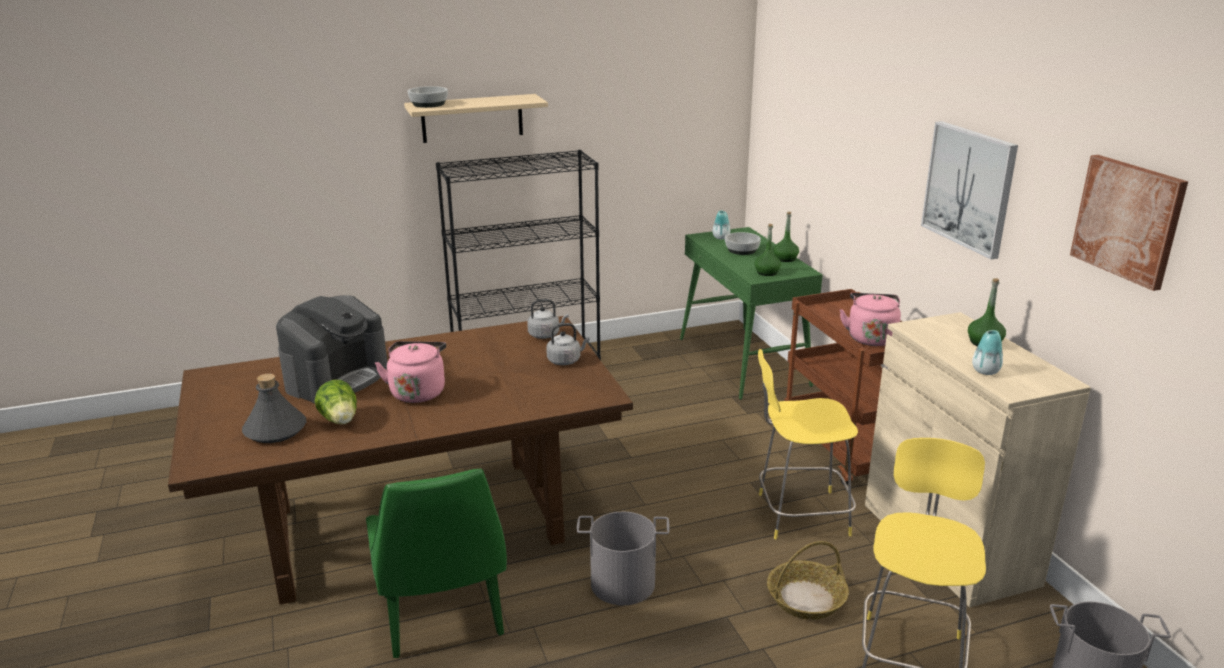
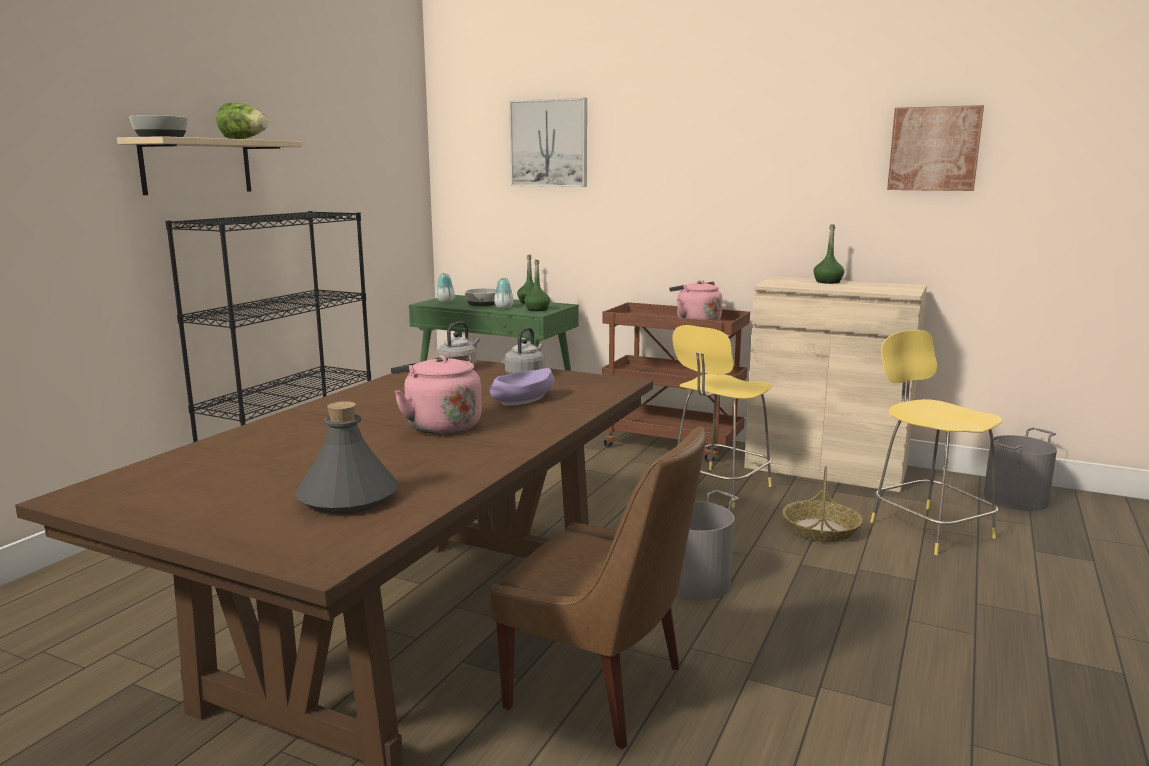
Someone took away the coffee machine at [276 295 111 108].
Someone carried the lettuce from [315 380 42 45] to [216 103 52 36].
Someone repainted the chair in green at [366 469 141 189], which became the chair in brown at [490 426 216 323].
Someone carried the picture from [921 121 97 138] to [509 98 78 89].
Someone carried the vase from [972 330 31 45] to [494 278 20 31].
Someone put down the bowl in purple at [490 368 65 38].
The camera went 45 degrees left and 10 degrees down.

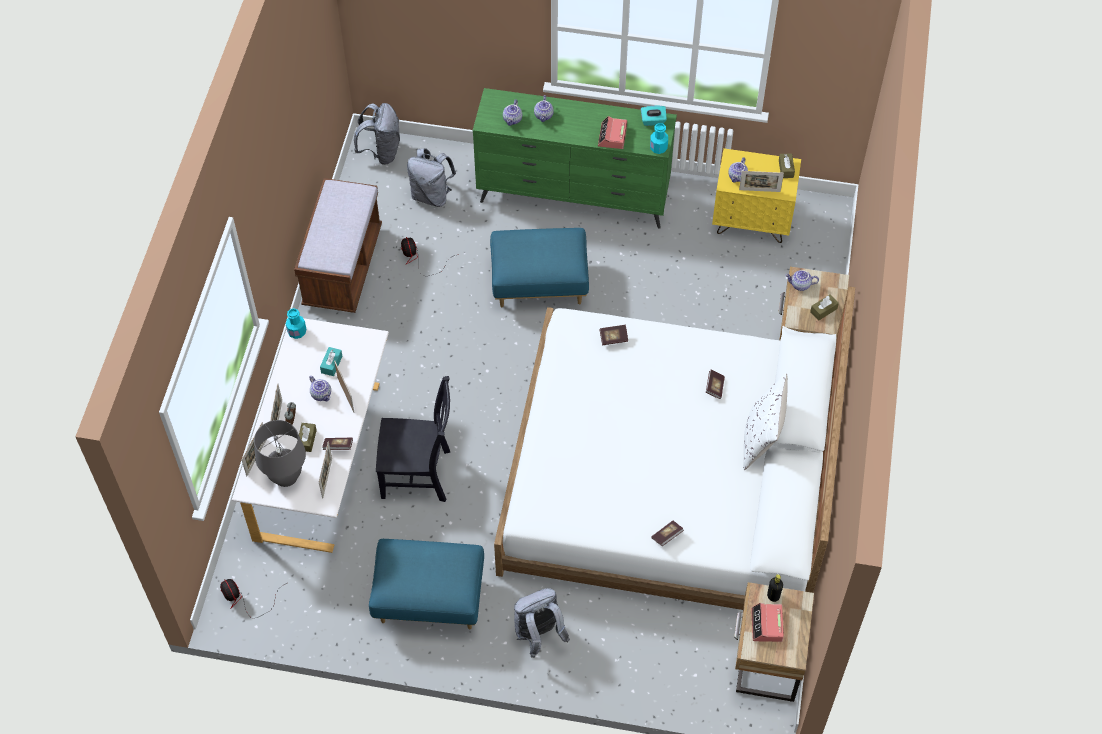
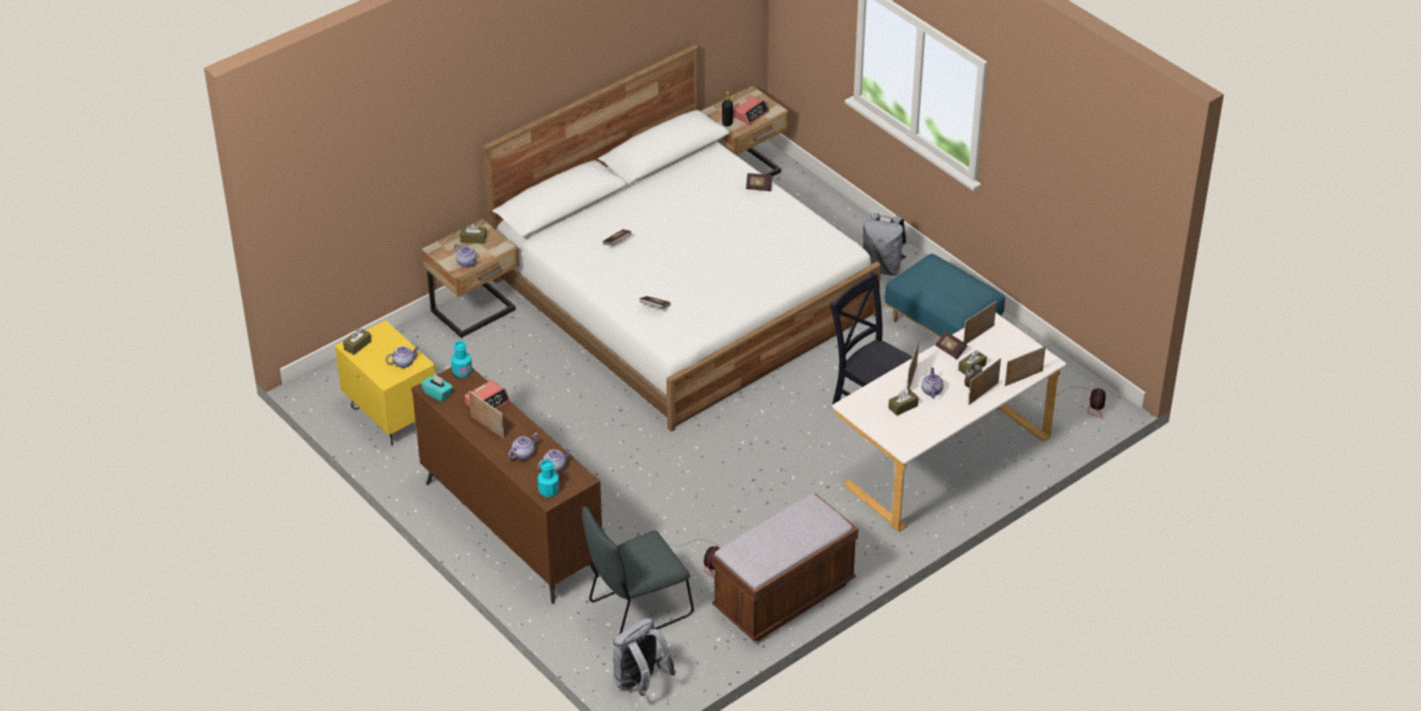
Someone took away the table lamp in grey at [254 420 52 67].
Someone carried the bottle in turquoise from [286 308 20 31] to [537 460 22 37].
Someone repainted the tissue box in turquoise at [320 347 22 29], which became the tissue box in brown at [888 389 31 27].
Someone swapped the backpack in grey at [407 148 49 59] for the chair in grey at [582 507 112 127].
Someone repainted the dresser in green at [473 88 204 141], which became the dresser in brown at [411 367 191 237].
Someone took away the ottoman in blue at [490 228 99 79].
Someone carried the picture frame from [739 171 45 21] to [469 391 35 48].
Someone took away the pillow in white at [743 373 45 97].
The camera went 140 degrees left and 15 degrees down.

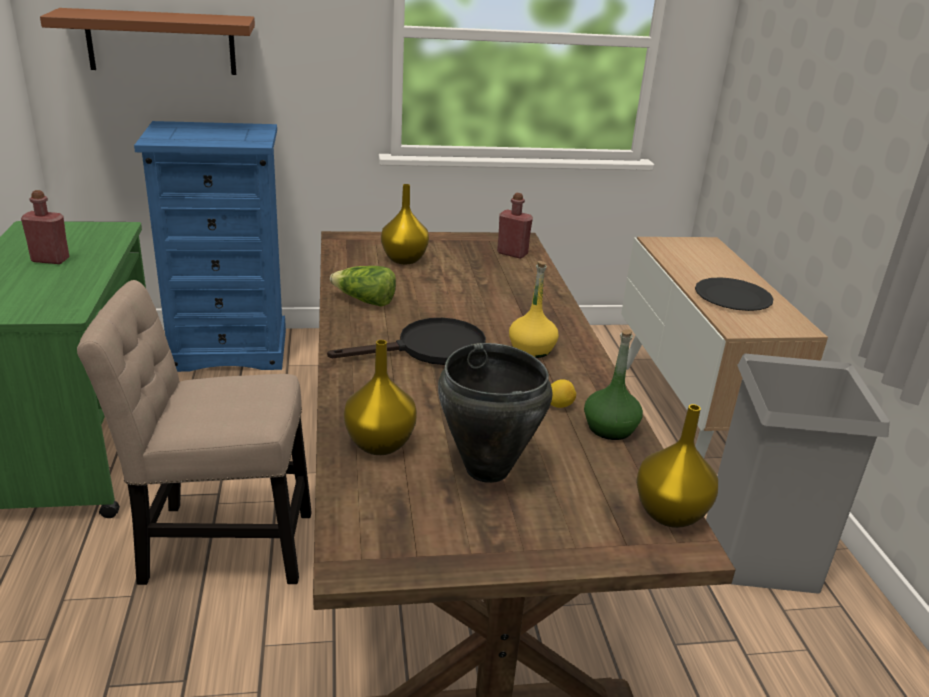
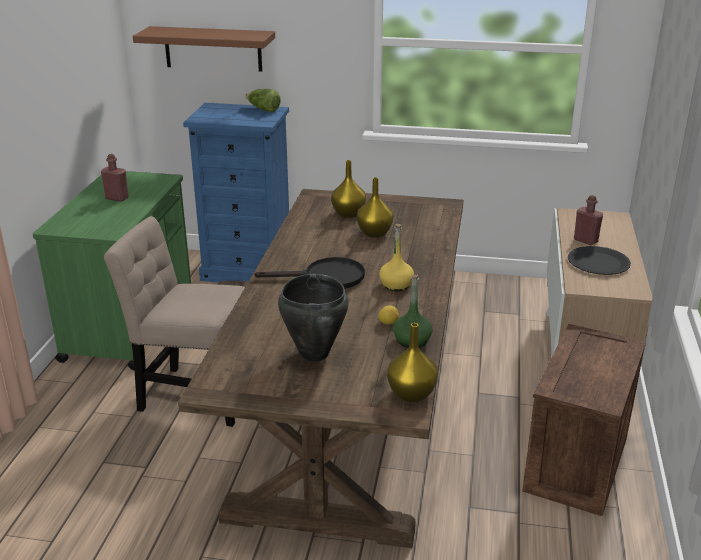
Someone carried the lettuce from [330 266 66 41] to [246 89 35 23].
Someone carried the vase in yellow from [344 340 73 115] to [357 177 36 61].
Someone carried the bottle in red from [497 193 36 66] to [574 195 29 50].
Someone swapped the trash can in grey at [706 354 184 240] for the crate at [522 324 124 192].
The camera went 20 degrees right and 0 degrees up.

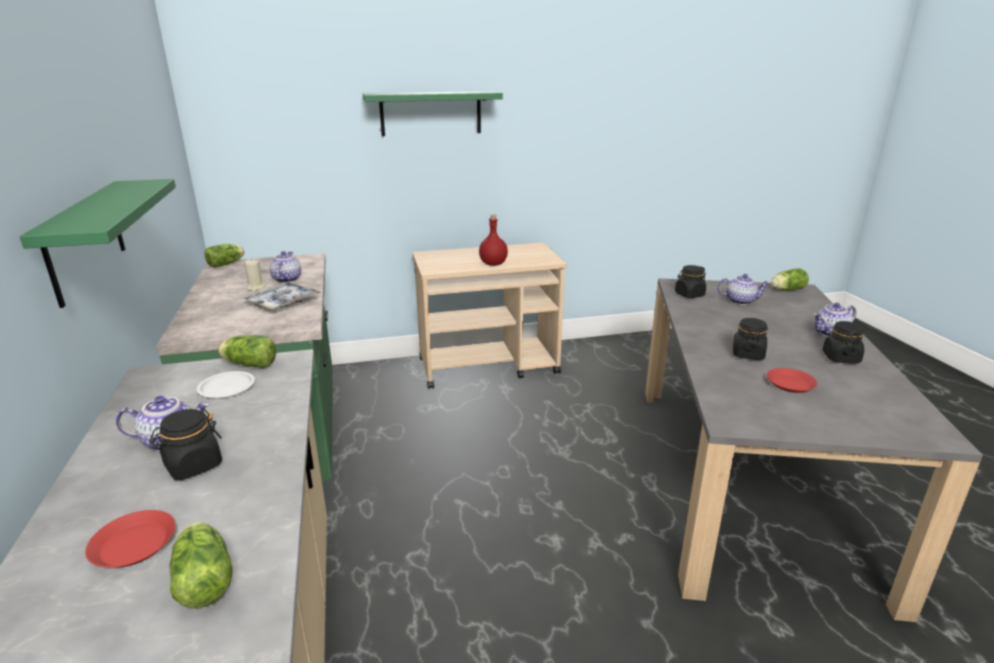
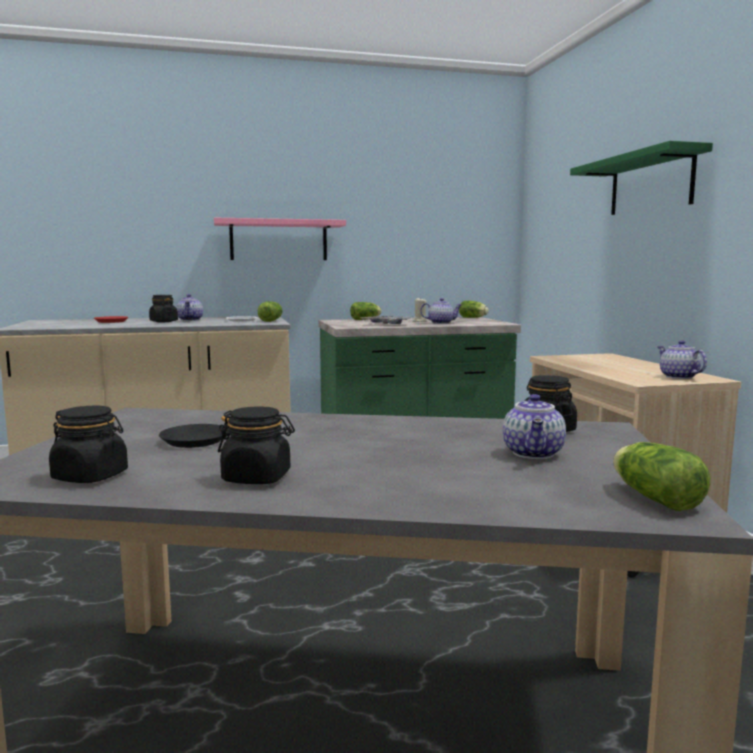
Someone repainted the shelf in green at [20 179 156 129], which became the shelf in pink at [214 218 132 42].
Someone carried the lettuce from [169 522 64 86] to [350 302 32 18].
Someone took away the bottle in red at [479 215 29 51].
Someone carried the jar in black from [733 318 35 42] to [49 406 79 77].
Someone repainted the plate in red at [767 368 50 25], which became the plate in black at [159 424 70 24].
Someone carried the teapot from [813 303 43 34] to [658 340 49 39].
The camera went 90 degrees right and 15 degrees down.

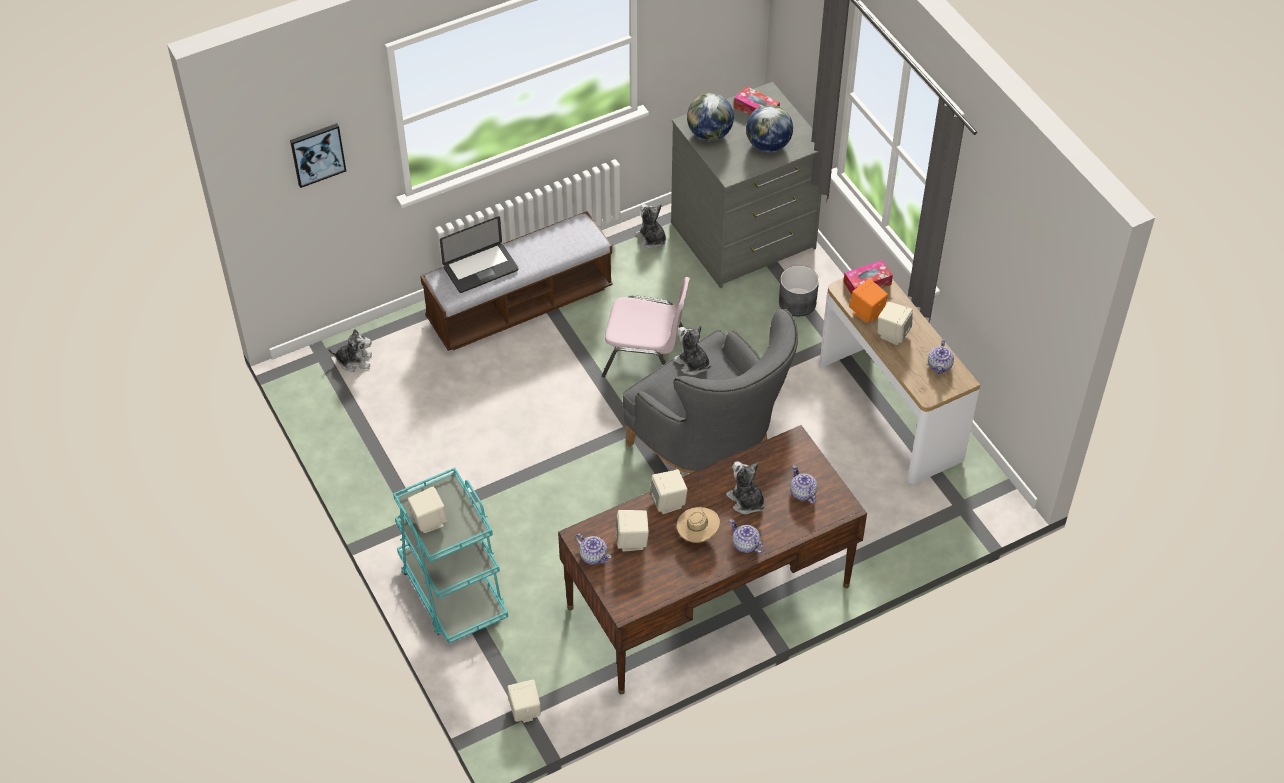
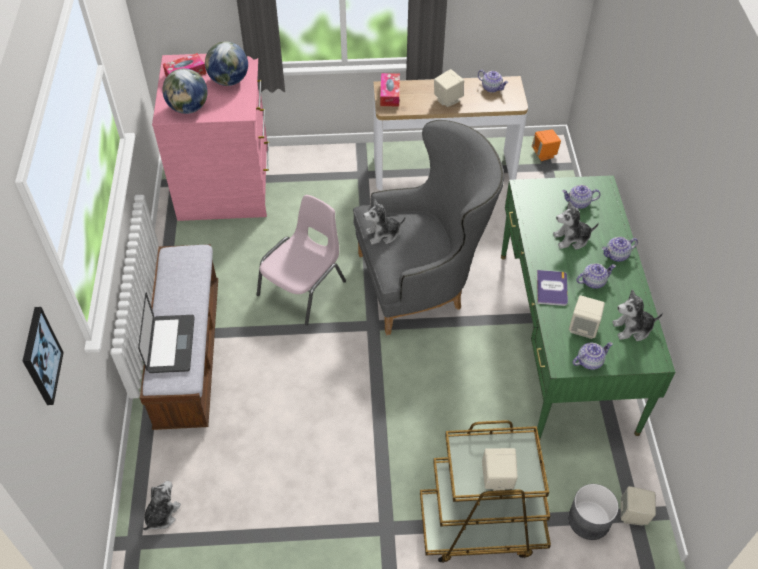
Someone repainted the cart in turquoise at [393 468 115 176], which became the cart in brown at [420 420 131 143].
Someone repainted the desk in brown at [558 425 309 270], which became the desk in green at [501 175 174 265].
Someone carried the plush toy from [635 204 31 45] to [612 290 51 51].
Someone swapped the speaker in beige at [650 470 38 44] for the book at [537 270 31 36].
Someone repainted the dresser in grey at [671 82 150 206], which became the dresser in pink at [152 54 117 167].
Someone swapped the hat in beige at [676 507 44 36] for the teapot at [576 263 40 26].
Someone carried the planter in grey from [779 265 40 51] to [568 484 51 56].
Someone carried the speaker in orange from [849 279 39 44] to [532 129 29 32].
The camera went 65 degrees left and 0 degrees up.

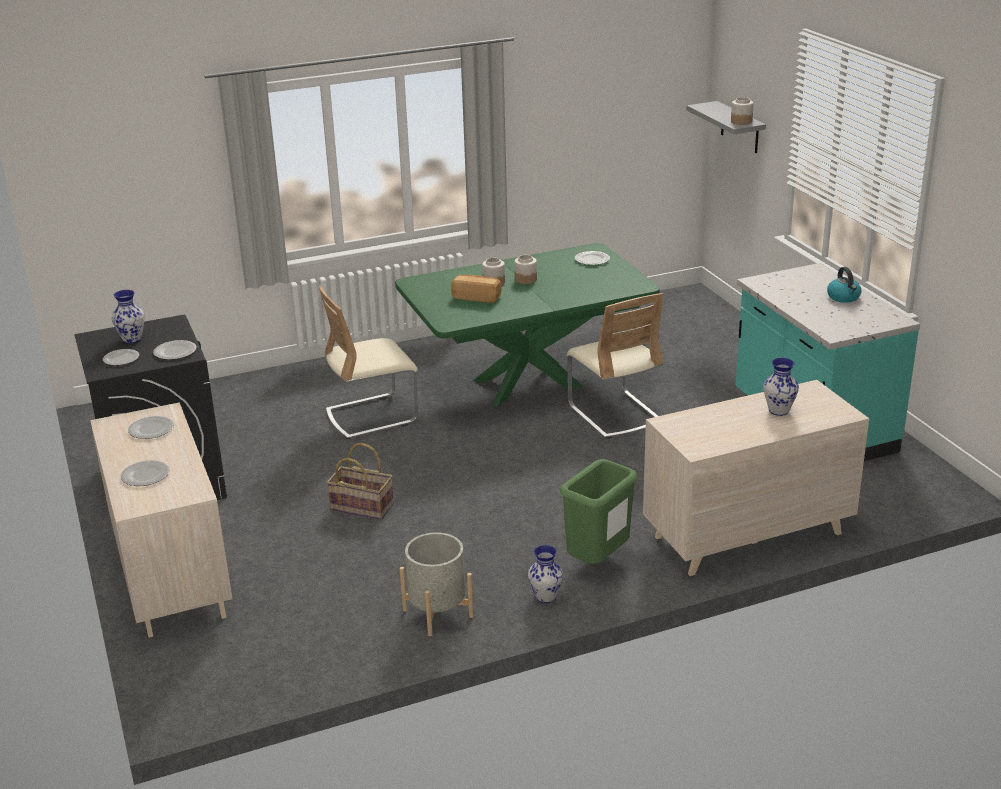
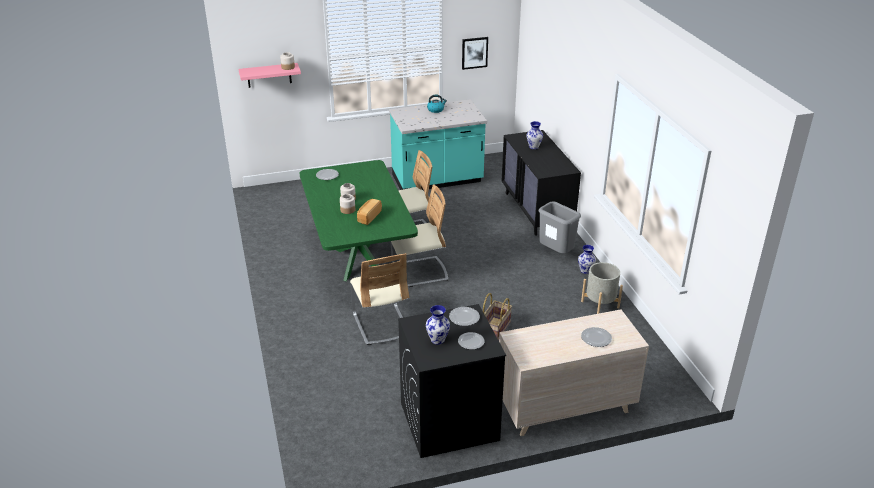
Someone took away the plate at [128 416 46 23].
Someone repainted the trash can in green at [560 459 78 105], which became the trash can in grey at [539 201 42 53].
Someone repainted the dresser in beige at [643 380 226 196], which became the dresser in black at [501 130 80 106].
Someone repainted the shelf in grey at [686 101 80 52], which became the shelf in pink at [238 63 63 25].
Someone put down the chair in beige at [390 184 58 103].
Someone put up the picture at [462 37 26 33].
The camera went 85 degrees left and 5 degrees up.

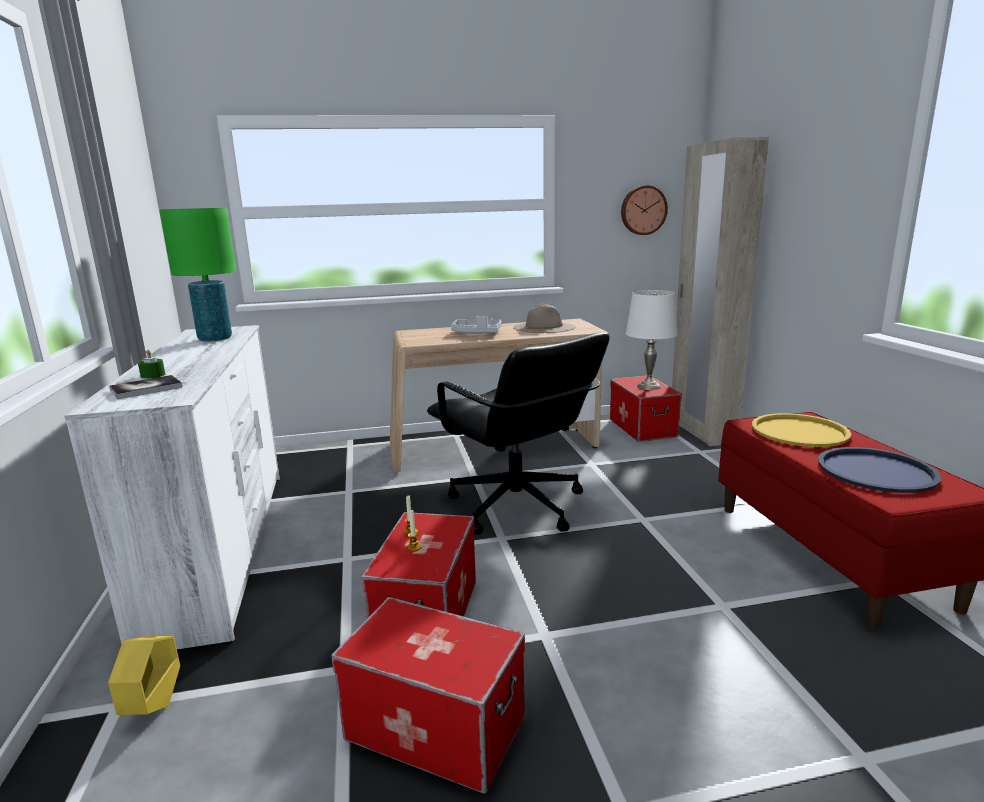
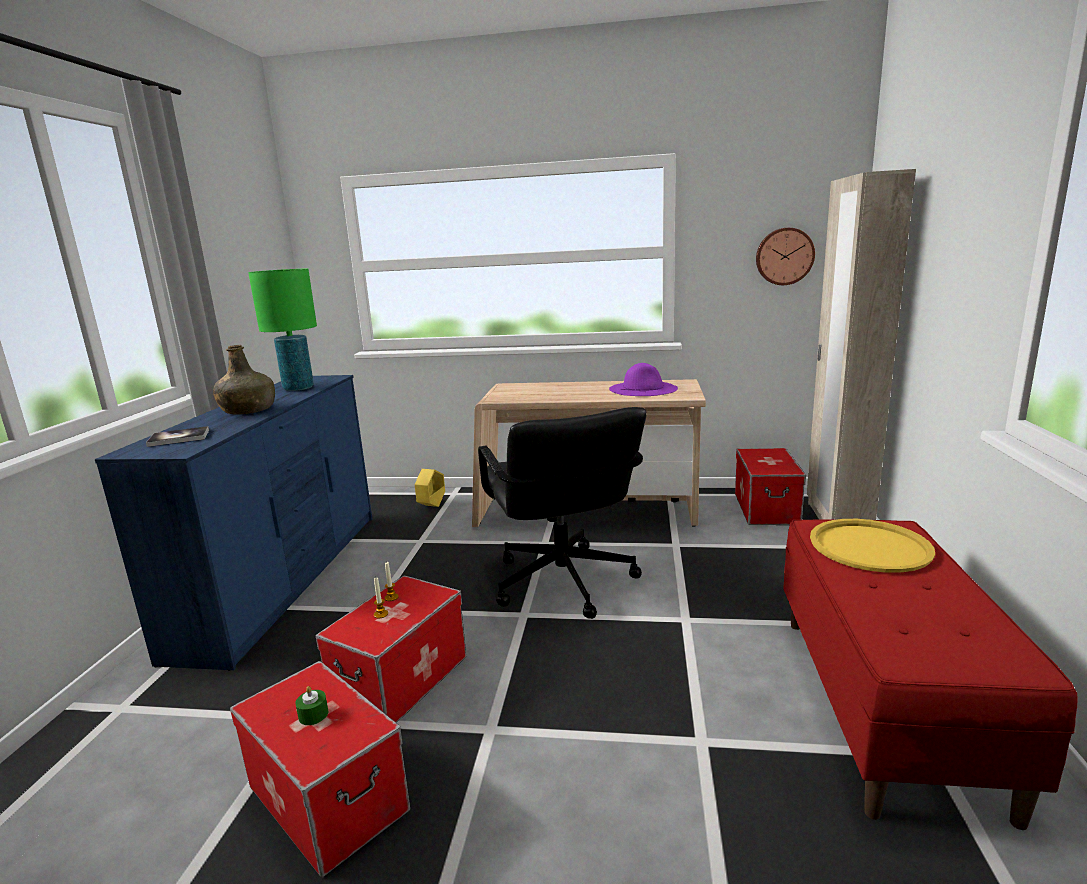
Someone repainted the dresser in white at [64 325 216 324], which became the dresser in blue at [95 375 277 296].
Someone carried the planter in yellow from [108 636 72 79] to [415 469 30 38].
Someone carried the candle in green from [138 350 27 29] to [295 686 33 39].
Someone took away the tray in grey at [451 316 51 18].
Someone repainted the hat in beige at [513 304 62 29], which became the hat in purple at [609 363 69 33].
Someone took away the table lamp in white at [626 290 52 100].
Someone took away the tray in blue at [818 447 123 46].
Someone put down the bottle in green at [213 345 62 70].
The camera went 20 degrees right and 0 degrees up.

